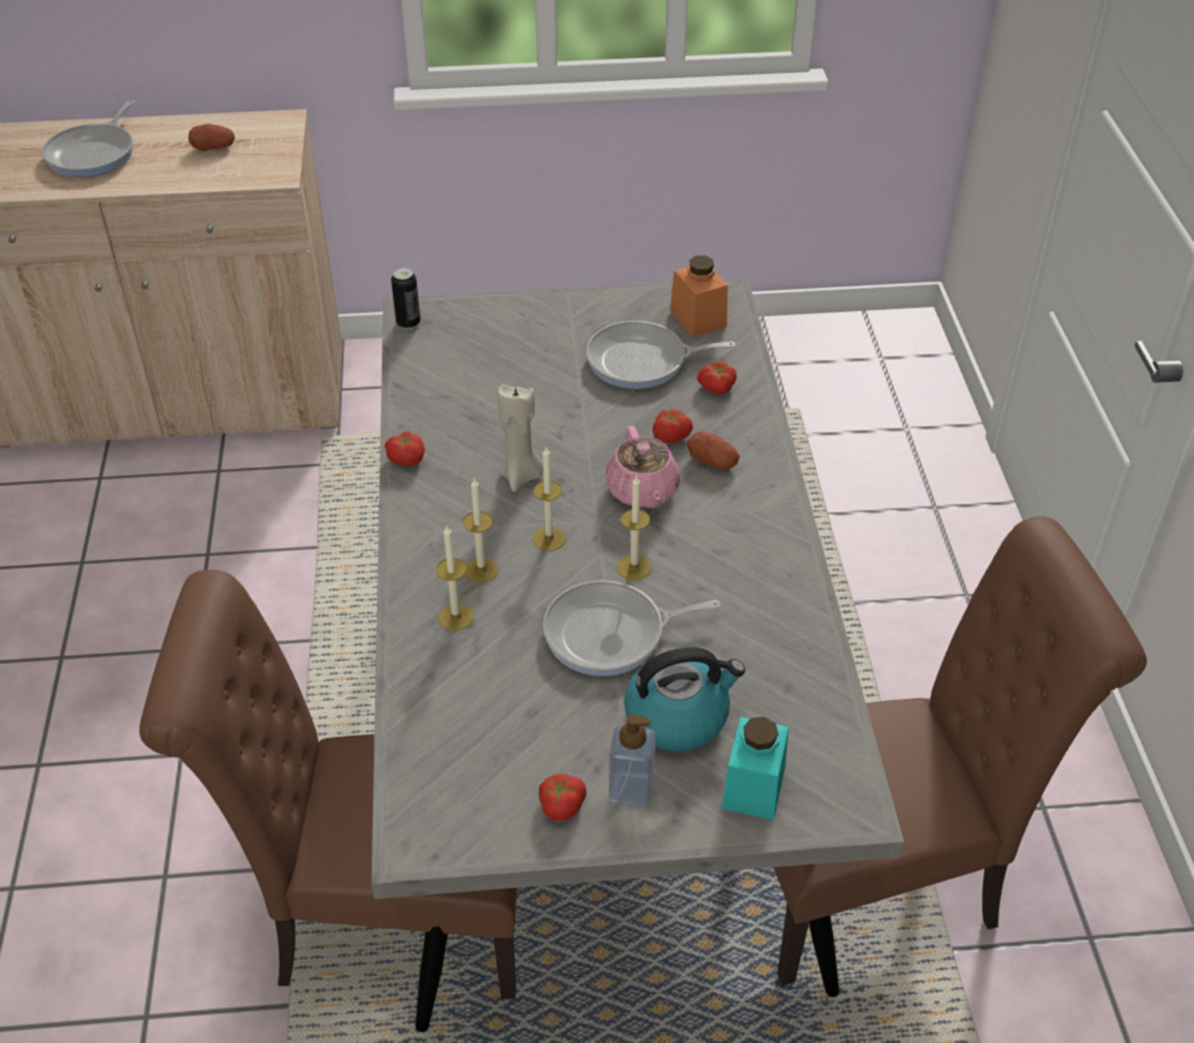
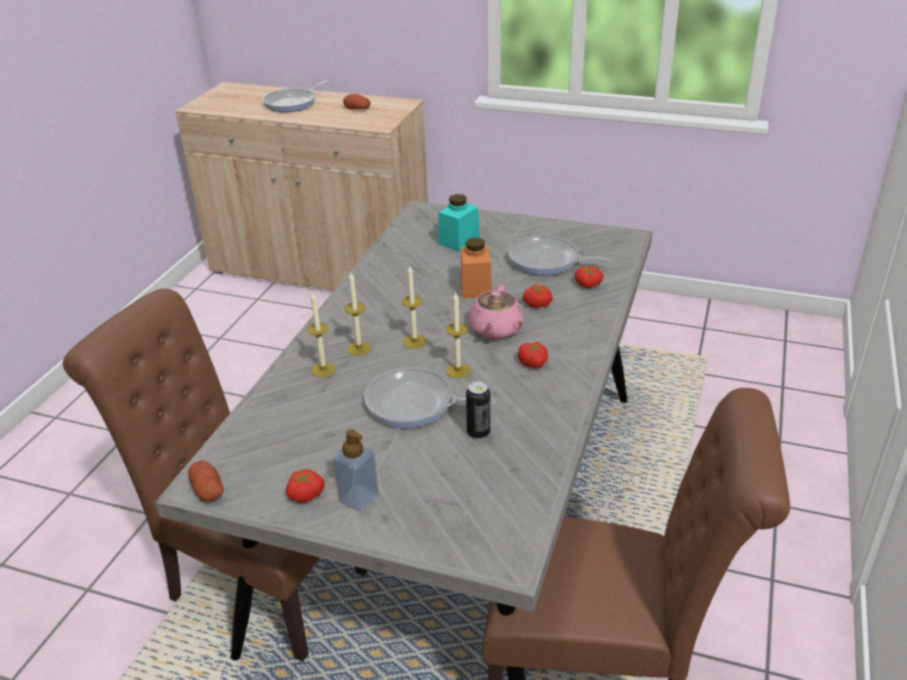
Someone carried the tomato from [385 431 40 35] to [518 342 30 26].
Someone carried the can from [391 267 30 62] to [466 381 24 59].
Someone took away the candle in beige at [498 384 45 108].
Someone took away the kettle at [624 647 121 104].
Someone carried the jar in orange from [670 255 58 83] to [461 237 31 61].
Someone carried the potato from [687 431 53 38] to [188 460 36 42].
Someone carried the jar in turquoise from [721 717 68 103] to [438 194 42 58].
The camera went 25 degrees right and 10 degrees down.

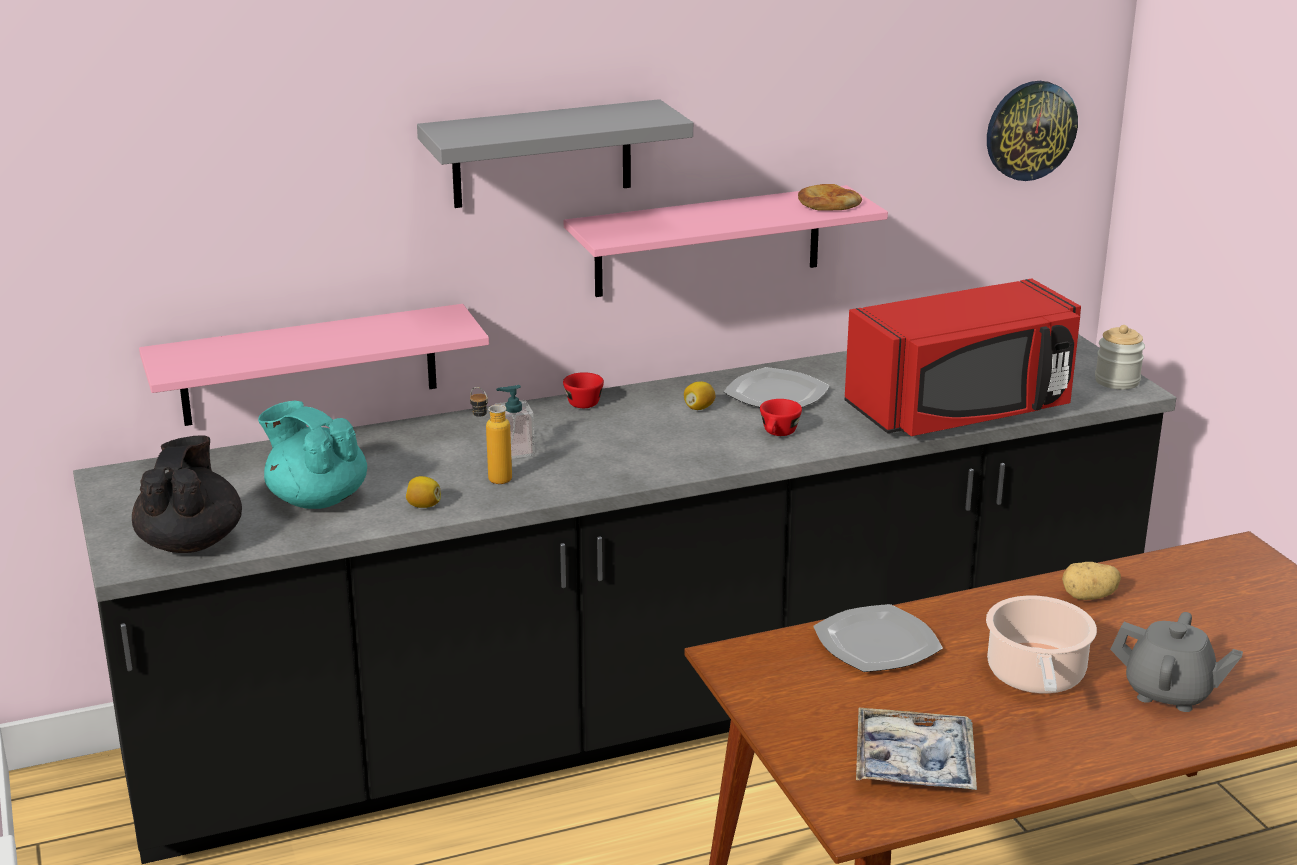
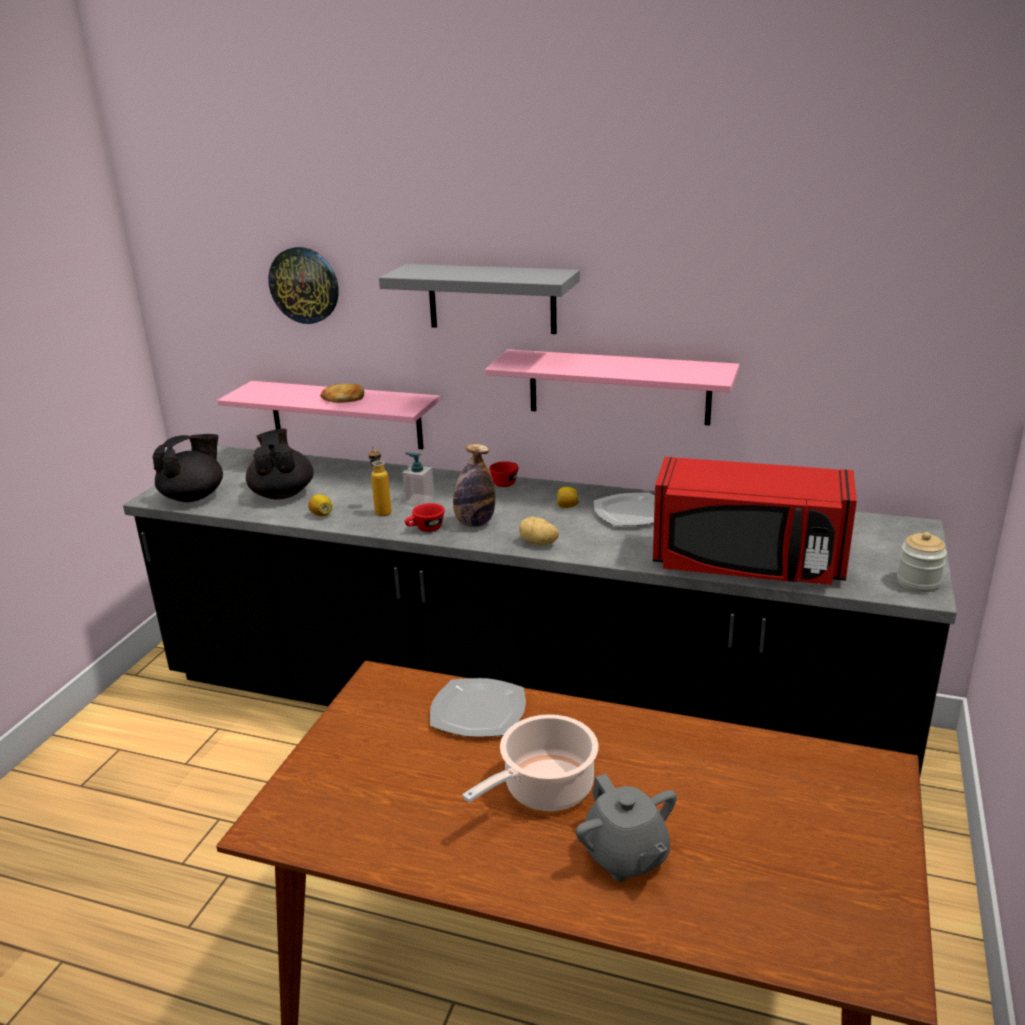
Someone repainted the teapot in turquoise at [258 401 109 108], which became the teapot in black at [246 429 68 70].
Someone carried the cup in red from [760 399 42 37] to [405 503 40 29].
Someone carried the bread from [798 184 64 27] to [320 384 44 19].
Someone took away the tray at [856 708 121 82].
Someone carried the wall clock from [987 81 91 100] to [268 247 71 77].
Someone carried the potato from [1062 562 59 38] to [519 517 40 28].
Someone put down the bottle at [453 444 42 83].
The camera went 40 degrees right and 0 degrees up.

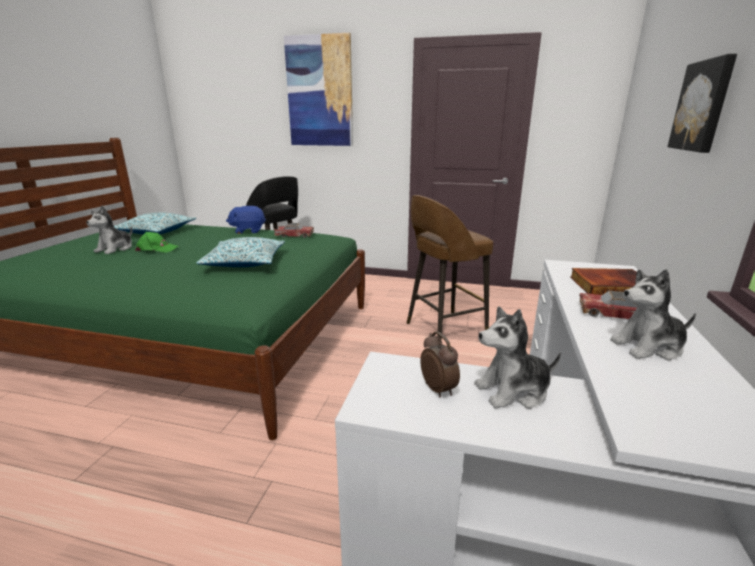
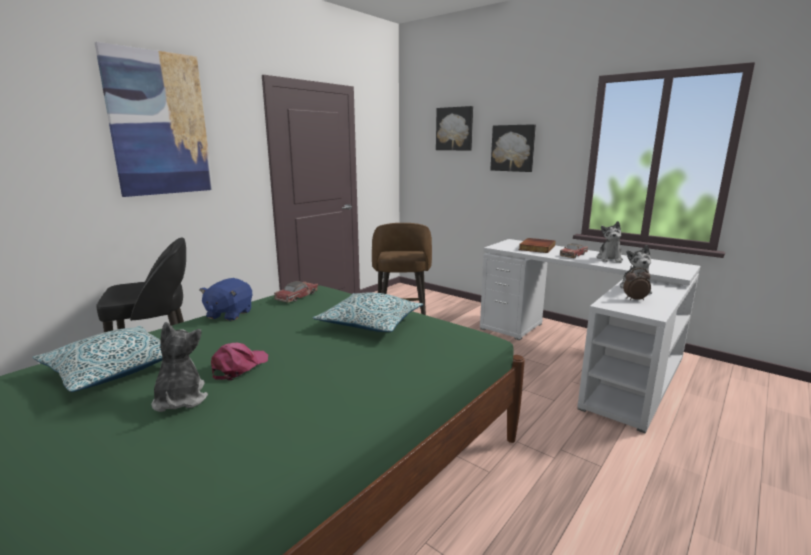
Someone rotated the plush toy at [86 205 46 49] by 150 degrees counterclockwise.
Someone repainted the cap in green at [135 232 43 21], which became the cap in pink at [211 343 57 37].
Someone put up the picture at [436 106 37 45].
The camera went 65 degrees left and 5 degrees down.

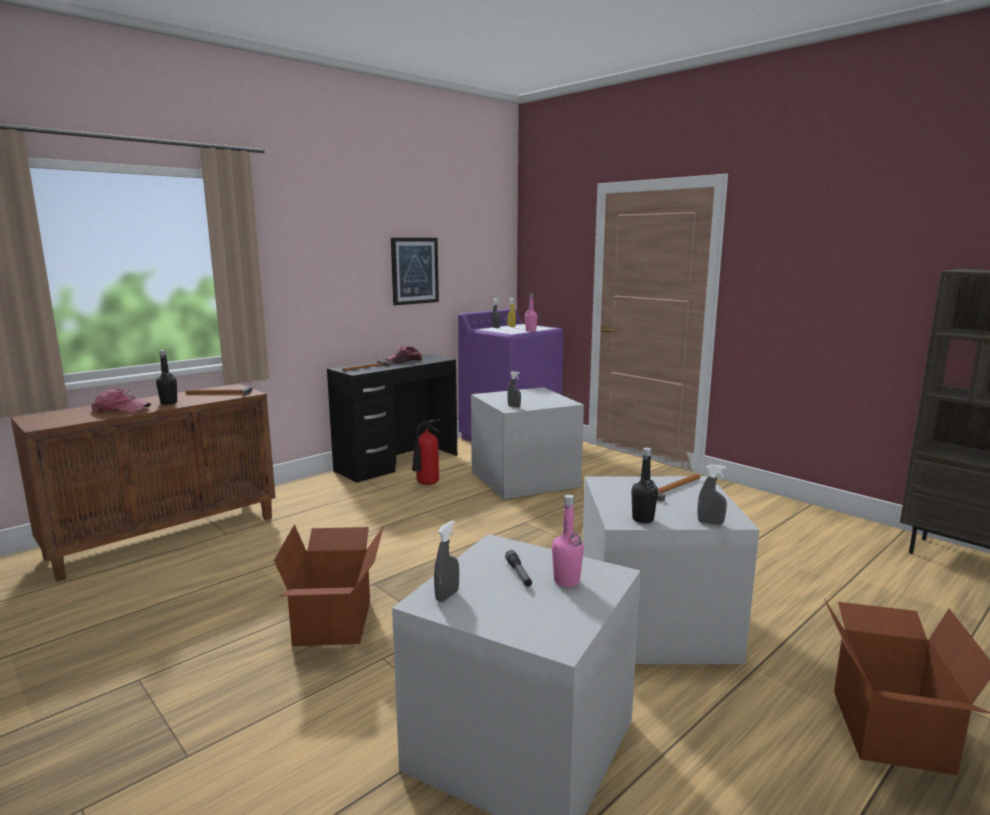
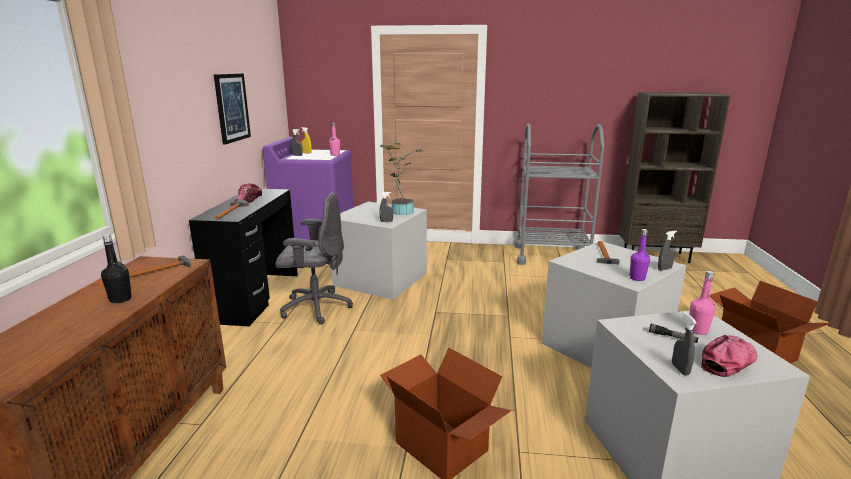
Someone carried the cap from [92 388 59 25] to [701 335 56 42].
Someone swapped the fire extinguisher at [412 419 29 66] for the office chair in grey at [275 193 78 132].
Someone repainted the bottle in black at [631 448 27 75], which became the bottle in purple at [629 229 21 52].
Someone put down the potted plant at [380 142 43 73].
Someone put down the cart in grey at [515 123 89 142].
The camera went 40 degrees left and 5 degrees up.

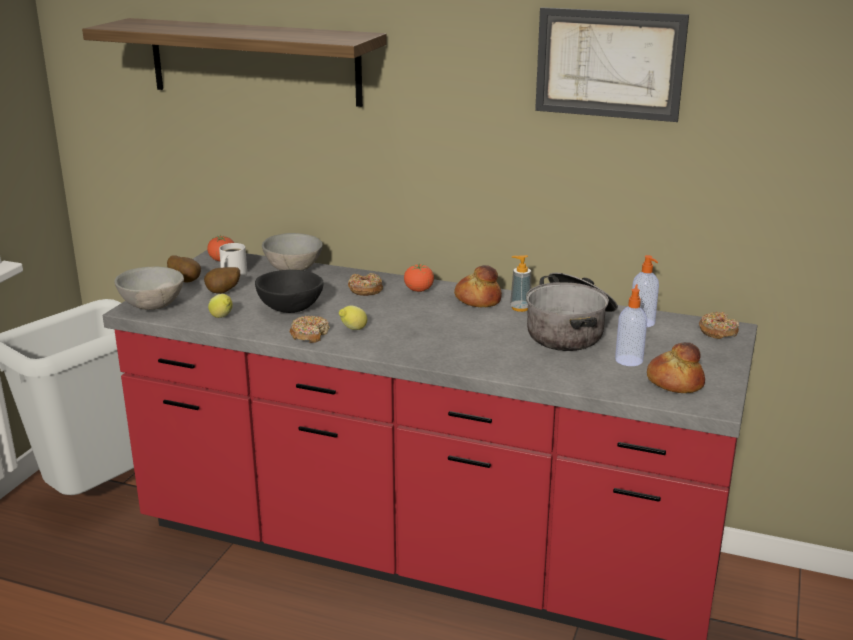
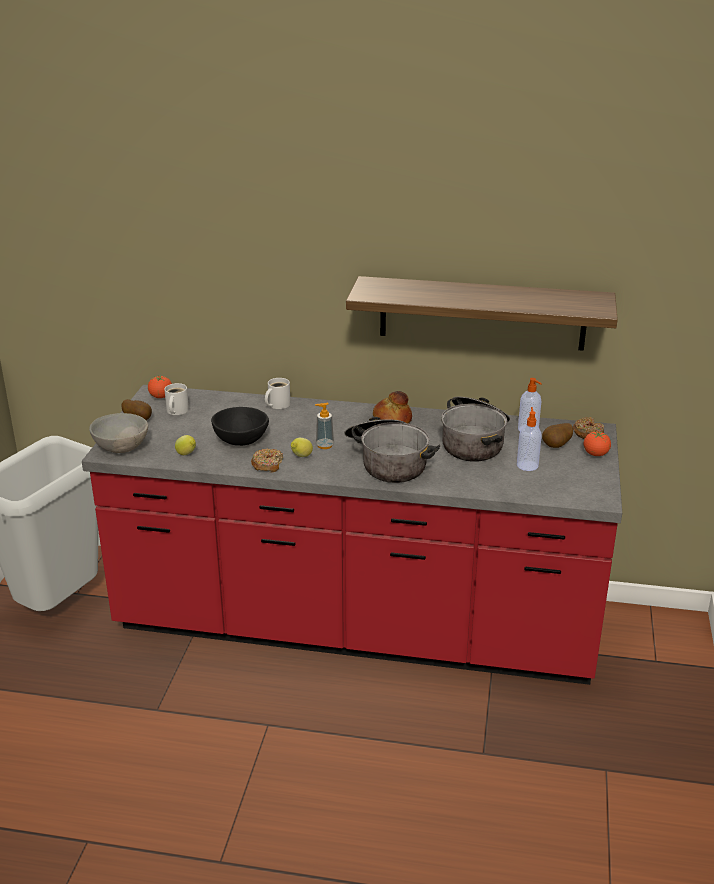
Someone carried the shelf from [82 18 305 89] to [346 276 272 75].
Someone carried the potato from [204 267 36 27] to [542 423 31 25].
Someone took away the bowl in grey at [262 233 61 38].
Someone took away the donut at [348 273 35 23].
Someone carried the tomato from [404 264 30 28] to [584 431 27 25].
Someone carried the soap dispenser from [510 255 21 57] to [315 403 19 46].
Someone took away the picture at [535 7 154 115].
Someone took away the bread at [647 342 58 51].
Someone put down the mug in white at [265 378 26 31].
Someone put down the cooking pot at [344 417 96 66].
The camera went 10 degrees left and 5 degrees up.

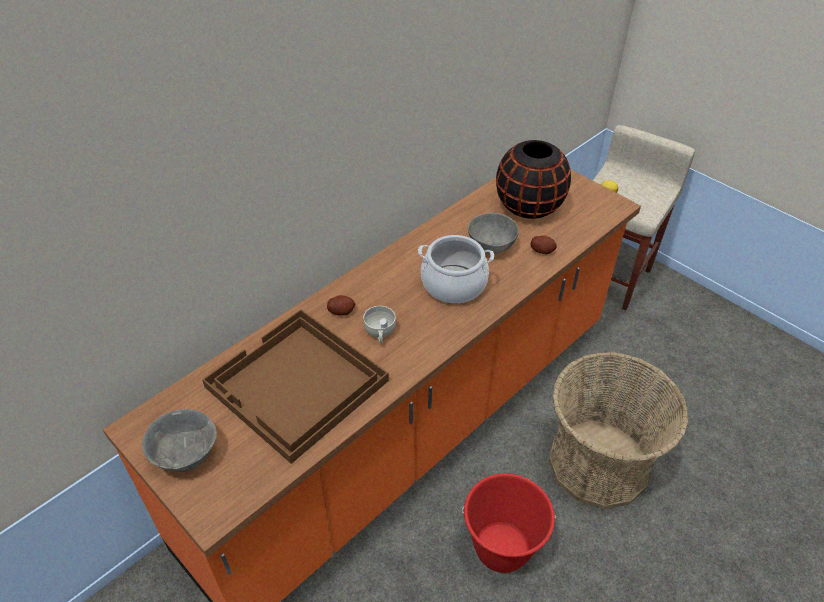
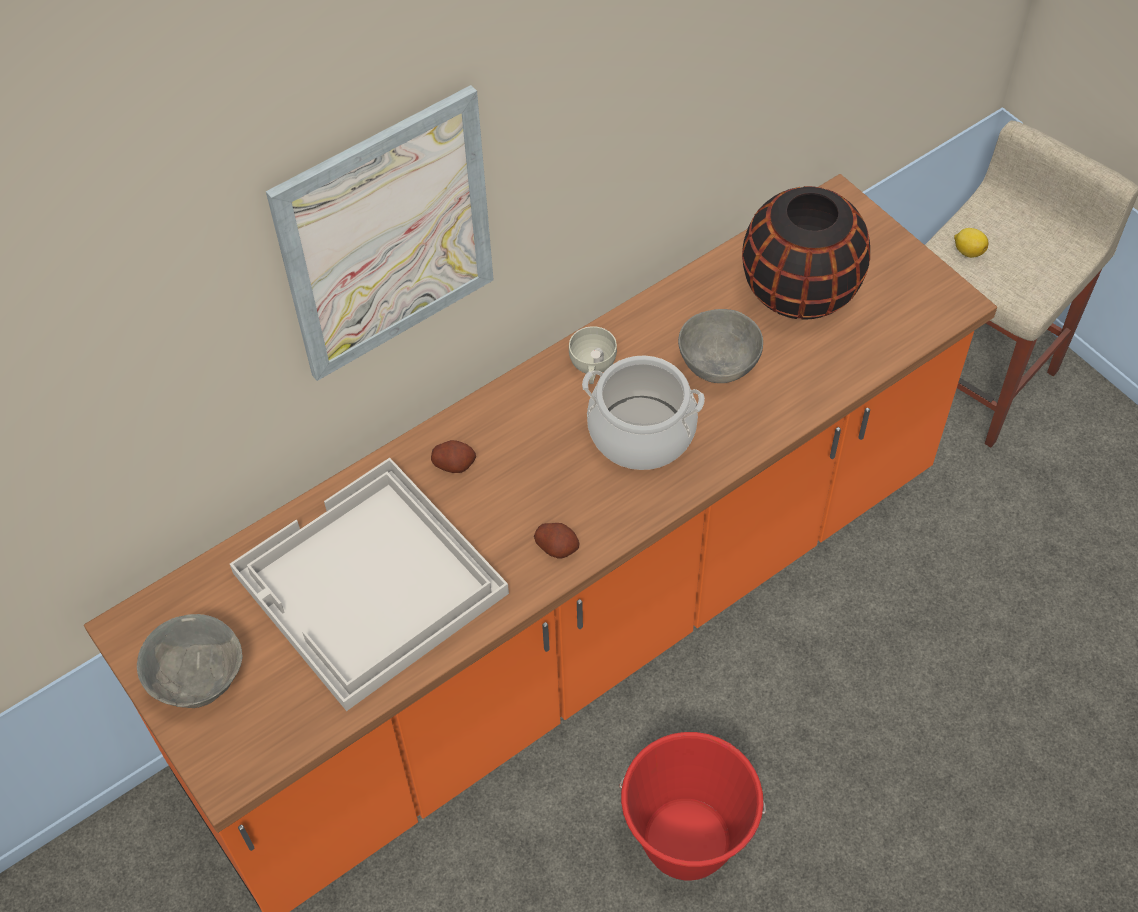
Someone repainted the tray in brown at [202 309 187 155], which became the tray in white at [230 458 279 253].
Someone carried the cup in white from [363 306 33 37] to [569 326 48 58].
Someone carried the potato from [531 235 26 19] to [534 523 46 35].
Someone took away the basket at [549 352 140 157].
Someone put up the picture at [266 85 228 296].
The camera went 10 degrees right and 10 degrees up.

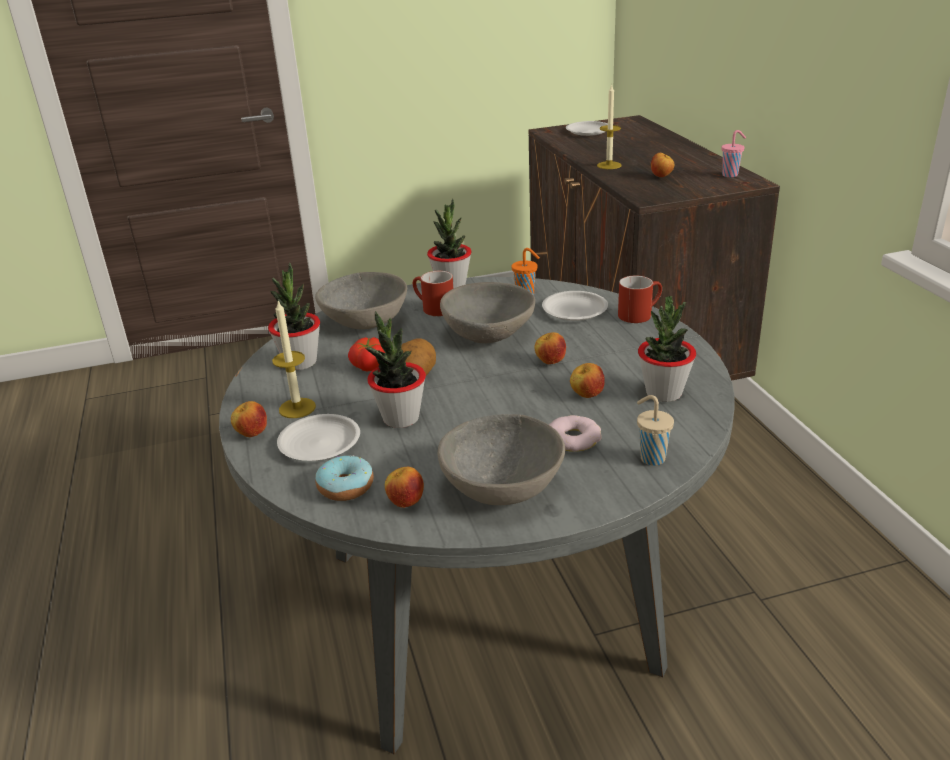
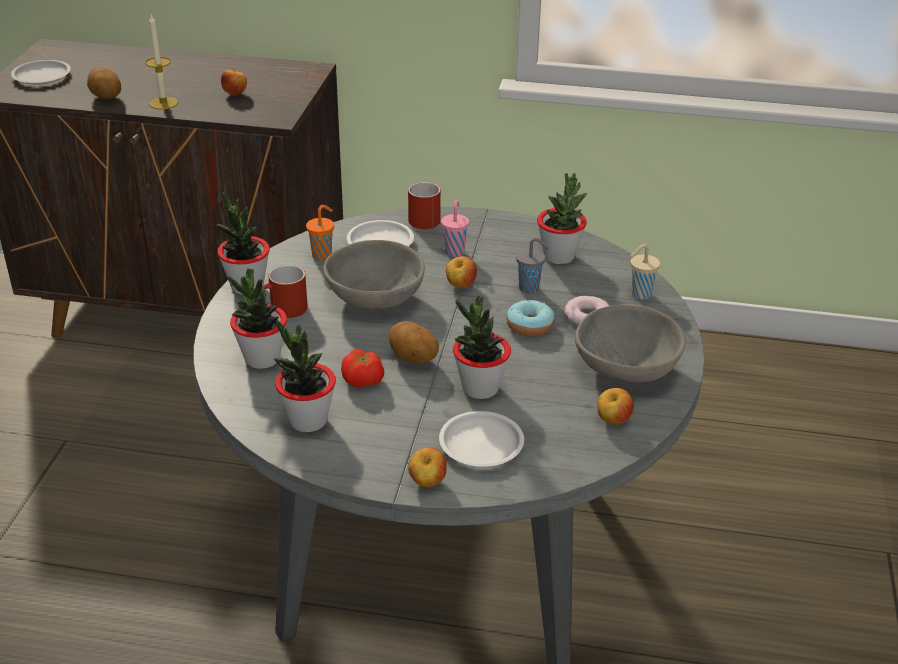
Someone took away the candle at [272 301 44 117].
Someone swapped the bowl in grey at [315 272 92 57] for the potted plant at [227 269 60 100].
Someone carried the donut from [315 455 59 46] to [506 300 49 37].
Someone swapped the apple at [570 363 35 35] for the cup in grey at [516 238 33 56].
Someone carried the cup in pink from [721 130 25 47] to [441 200 28 57].
Someone put down the potato at [87 67 34 32].
The camera went 65 degrees left and 5 degrees up.

